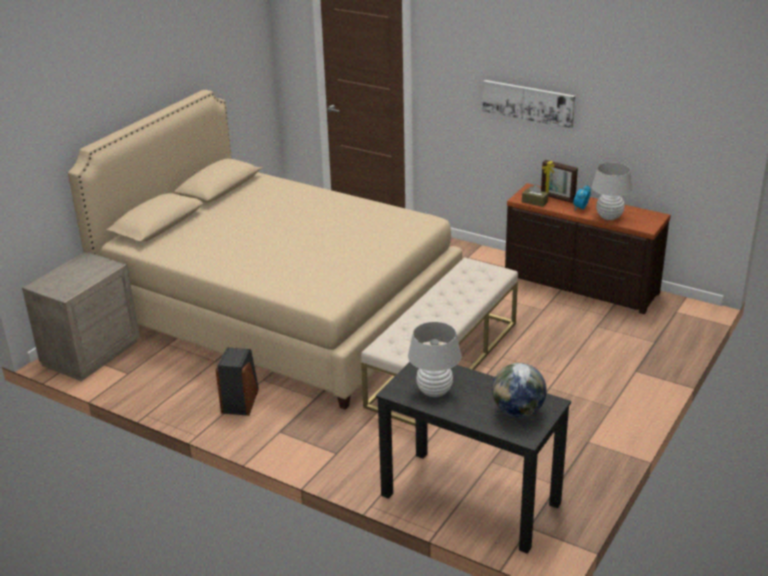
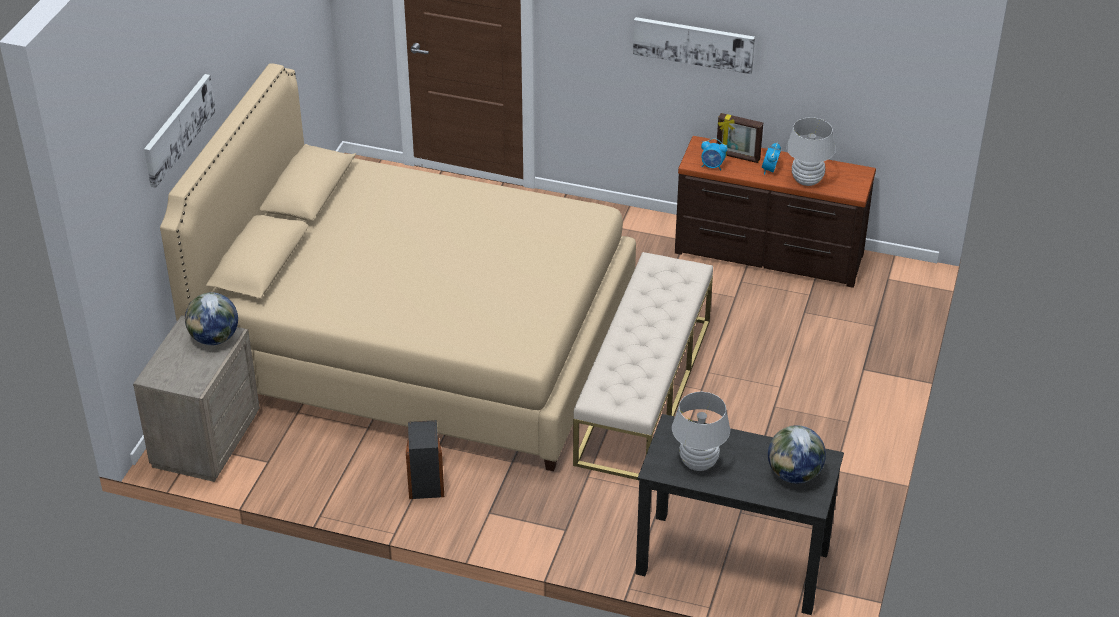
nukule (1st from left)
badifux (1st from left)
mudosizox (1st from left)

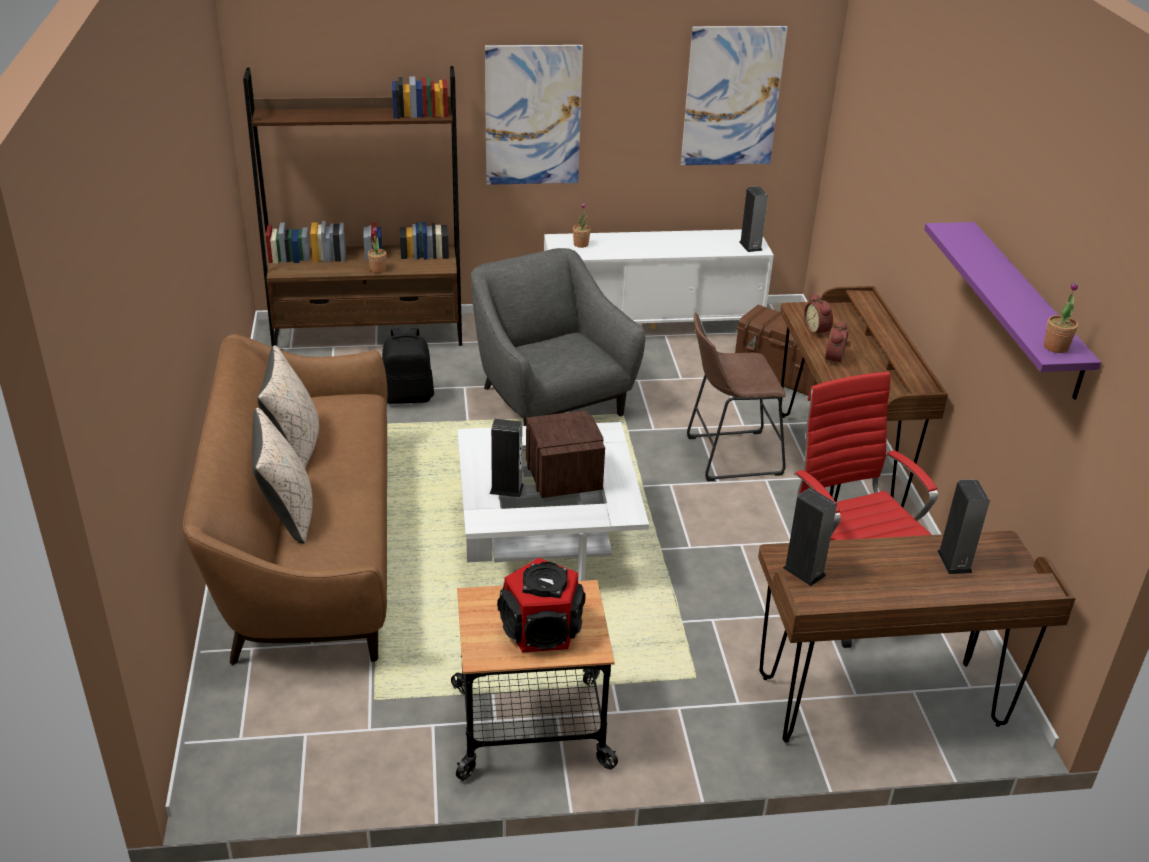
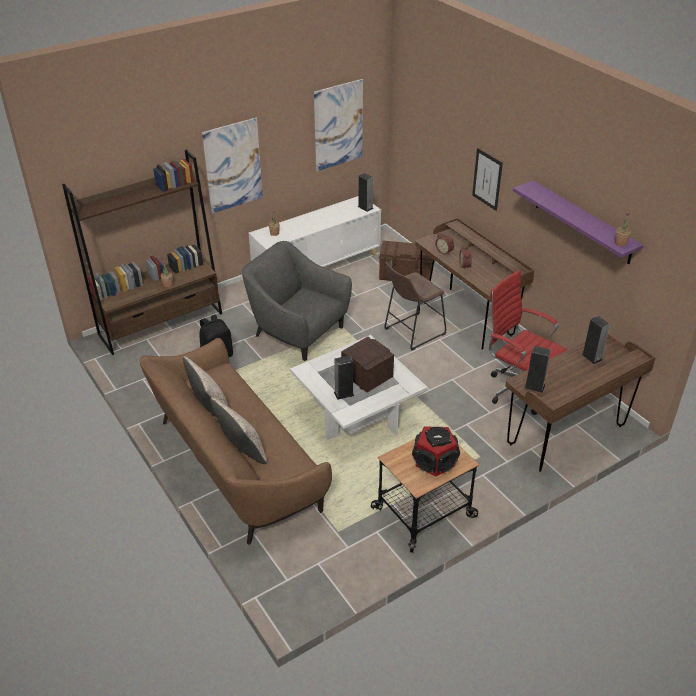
nukule (3rd from left)

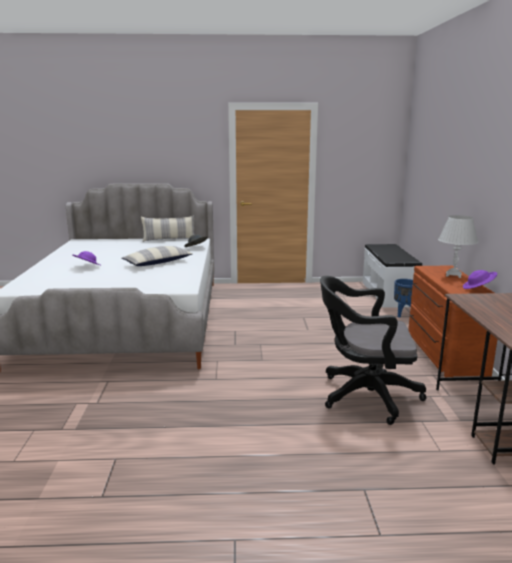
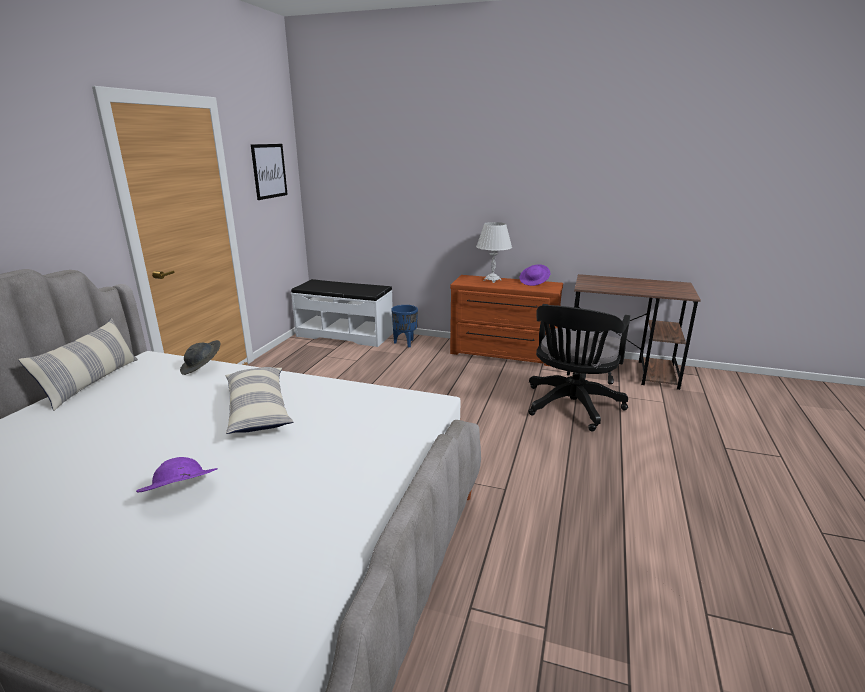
nukule

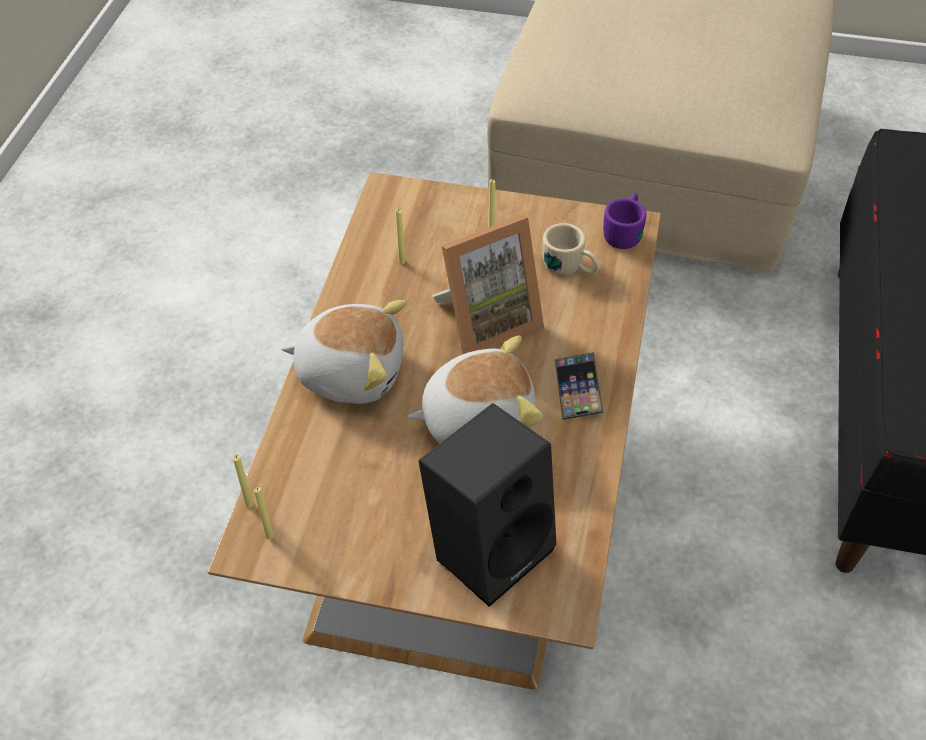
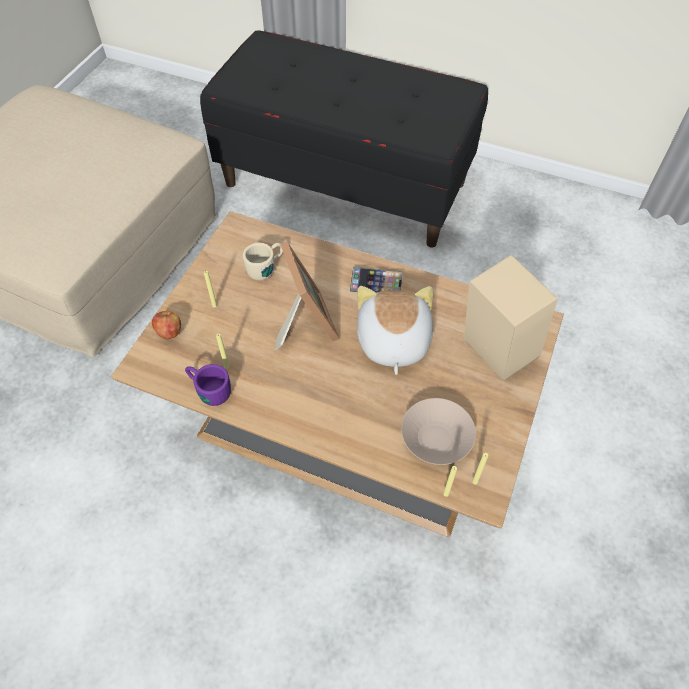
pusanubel (1st from left in the first image)
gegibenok
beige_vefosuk
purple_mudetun
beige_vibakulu

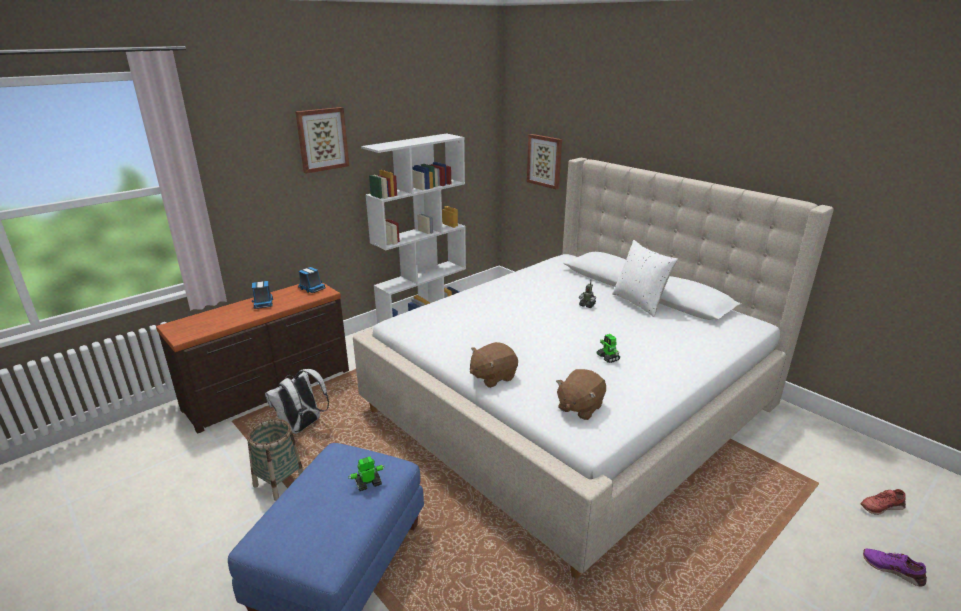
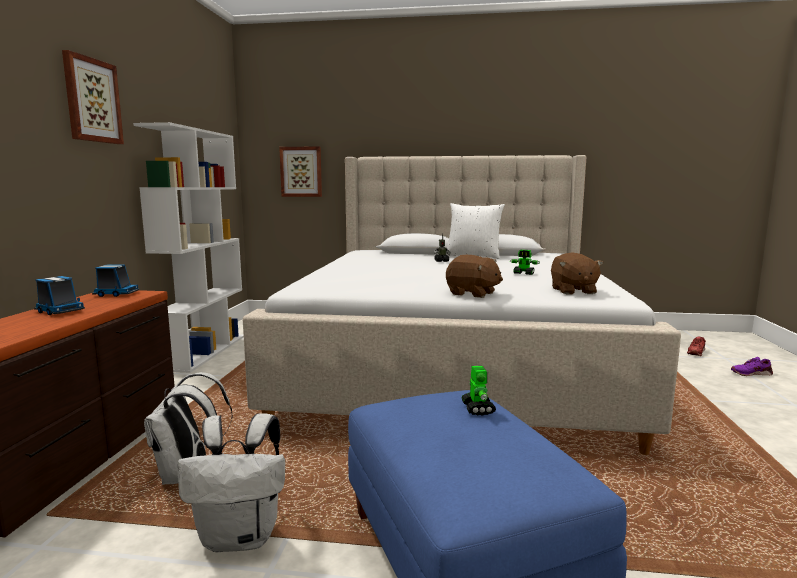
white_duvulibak (2nd from left)
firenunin (2nd from left)
brown_pusanubel (1st from left)

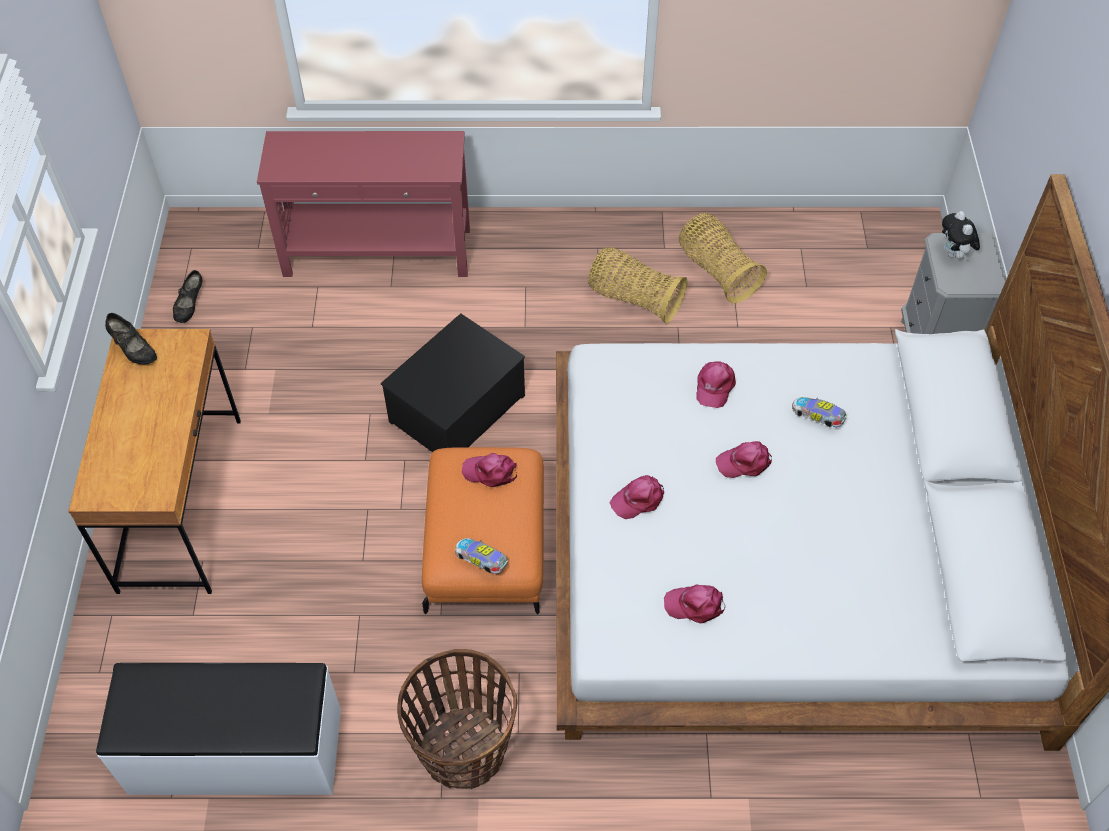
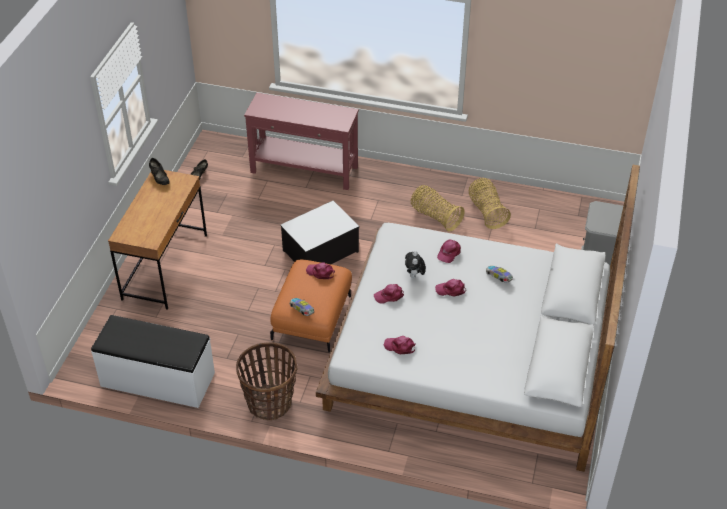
pusanubel

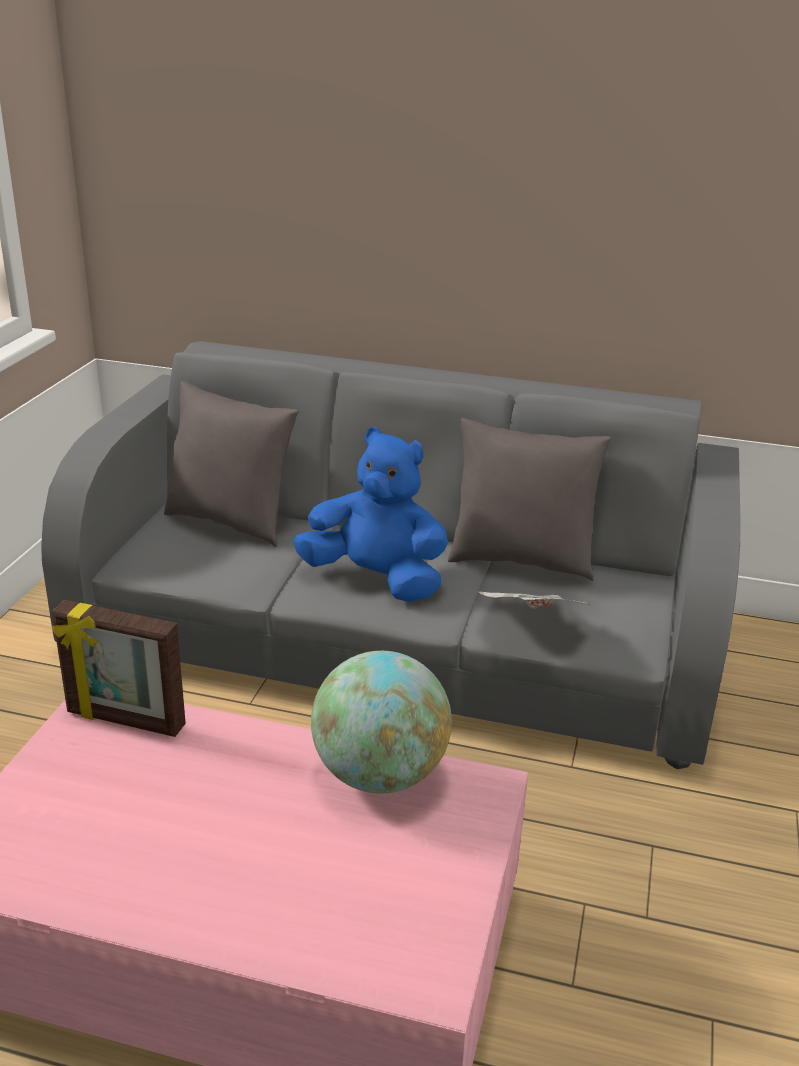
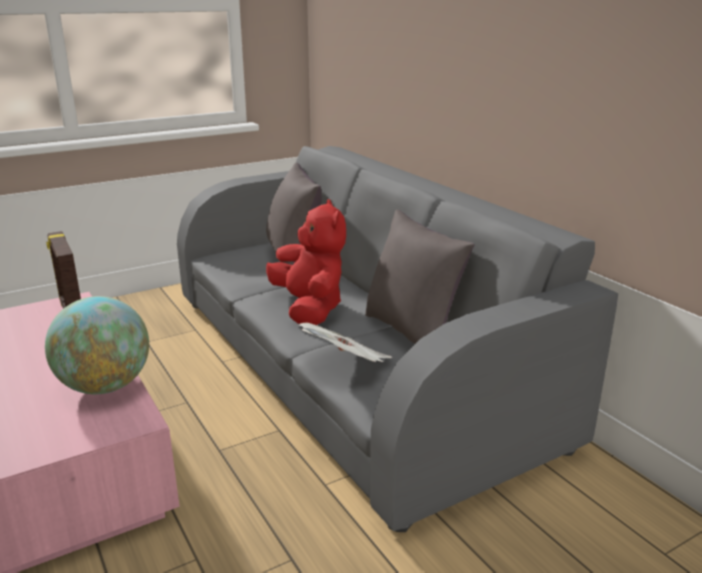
red_pusanubel

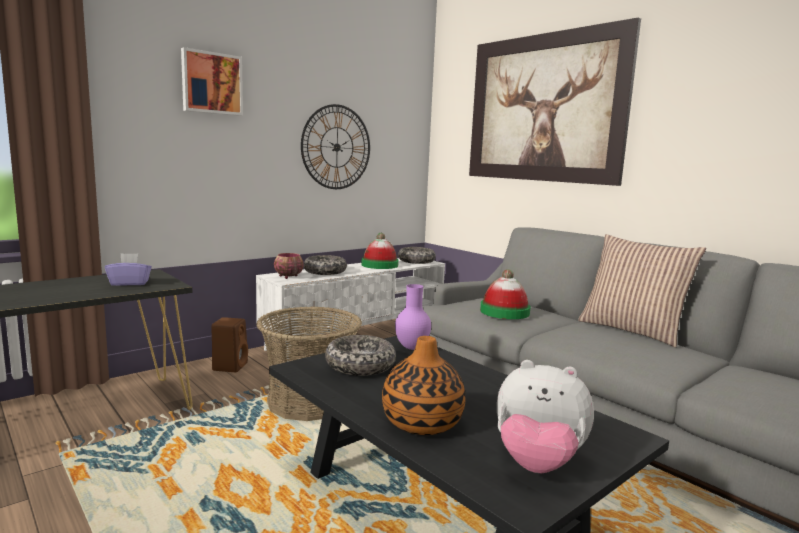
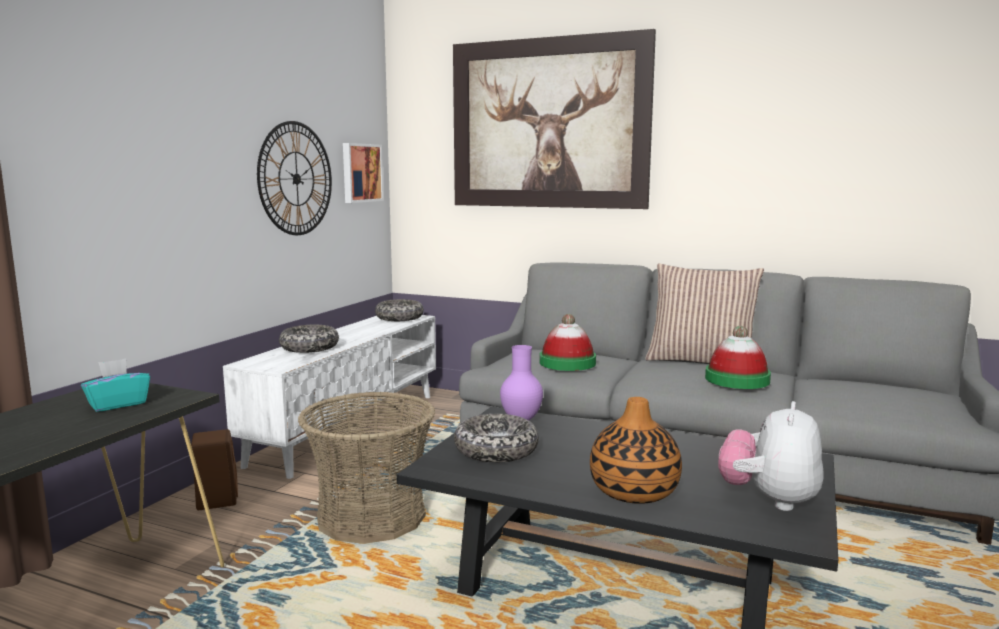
vefosuk (1st from left in the first image)
nukule (1st from left)
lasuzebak (2nd from left)
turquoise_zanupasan
pusanubel

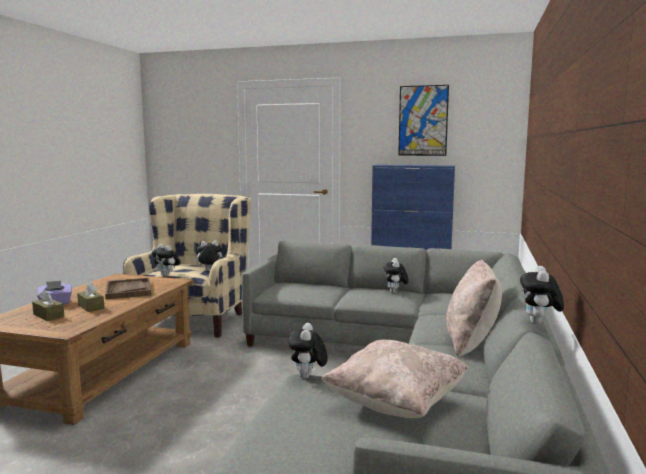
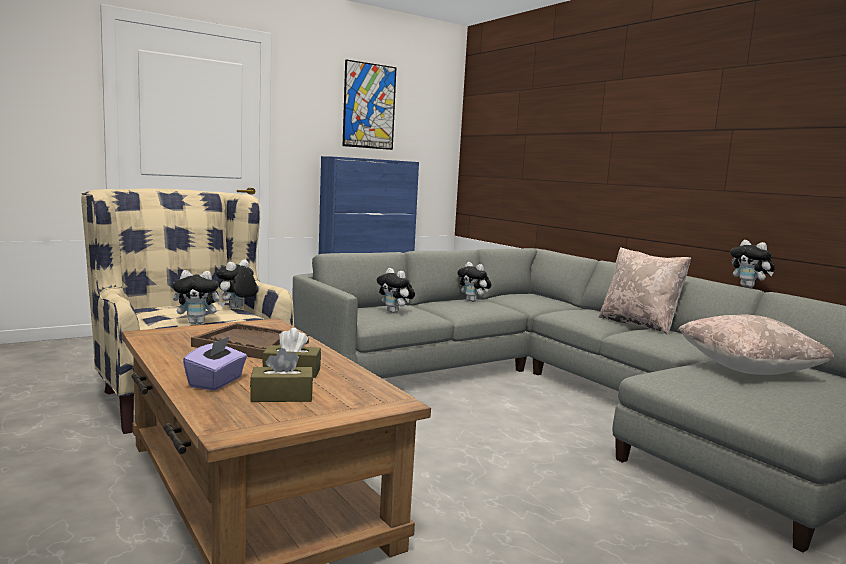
pusanubel (3rd from left)

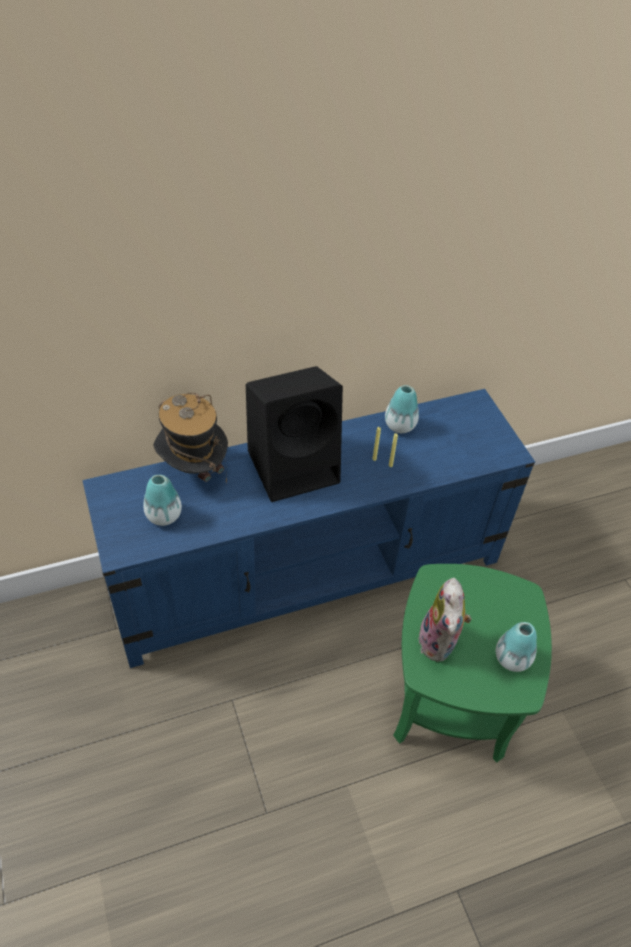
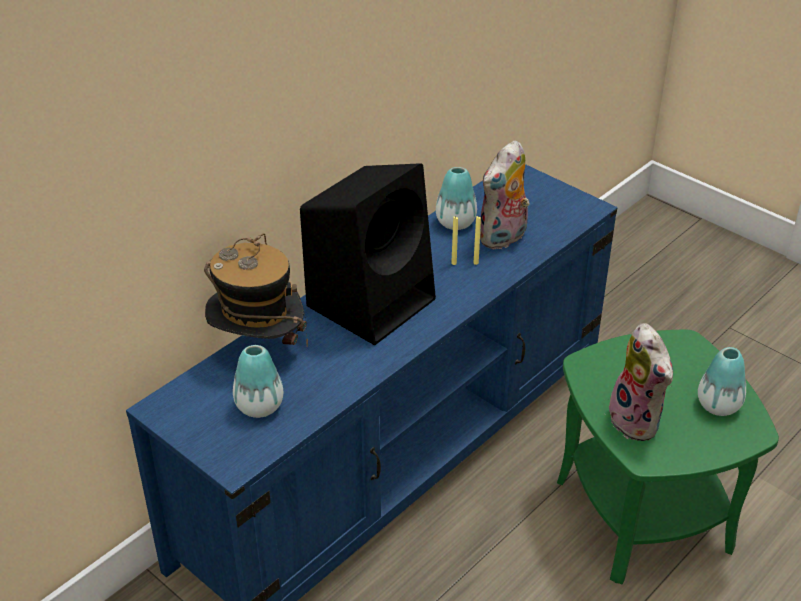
pusanubel (1st from left)

